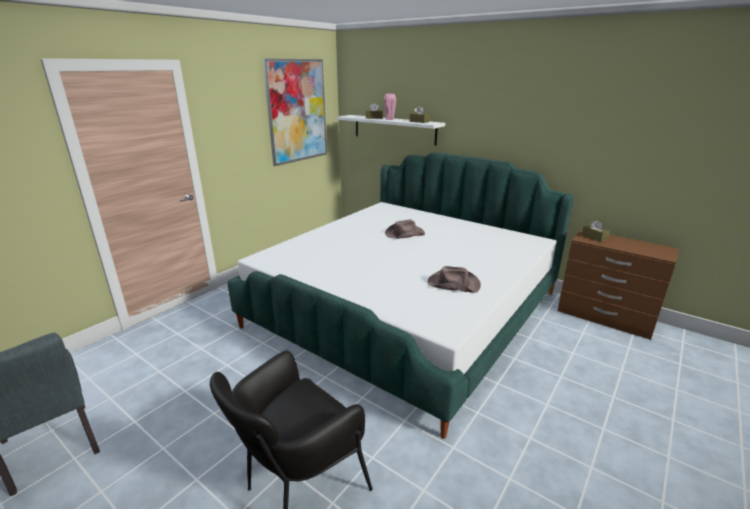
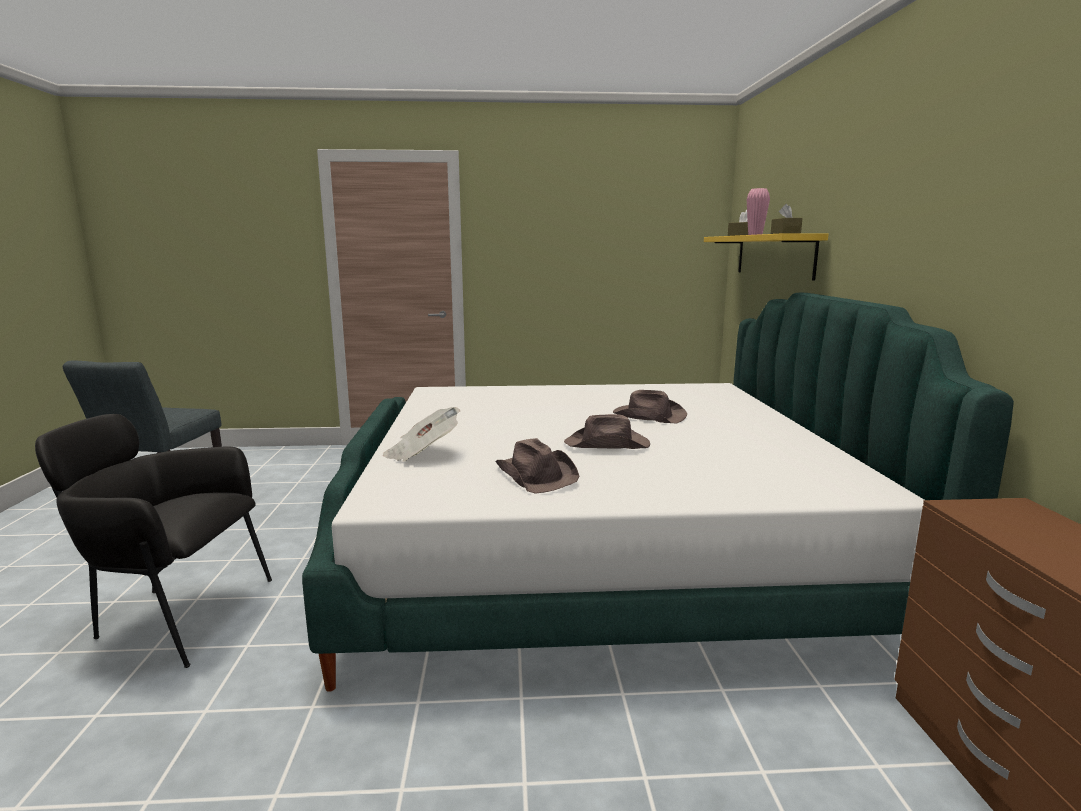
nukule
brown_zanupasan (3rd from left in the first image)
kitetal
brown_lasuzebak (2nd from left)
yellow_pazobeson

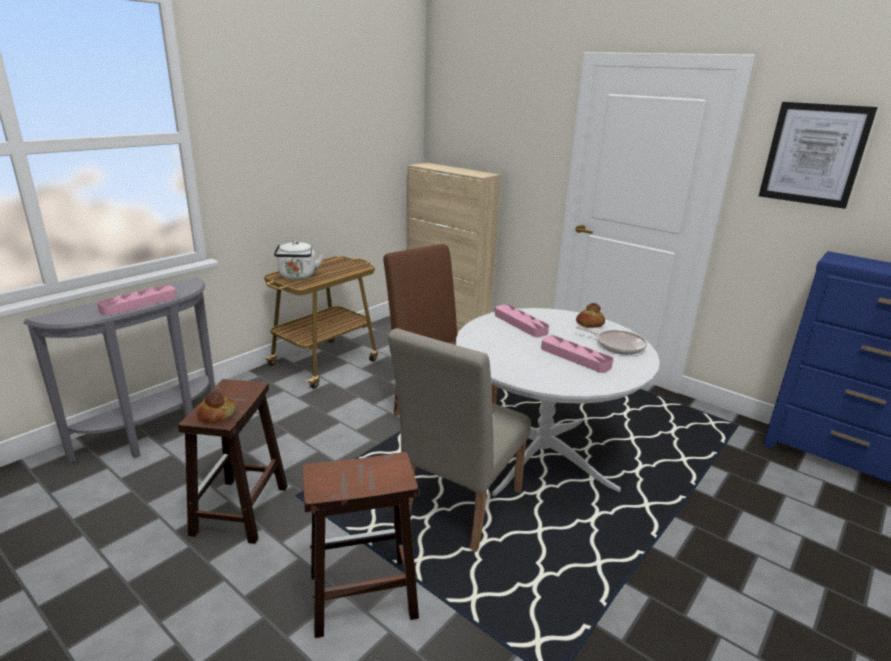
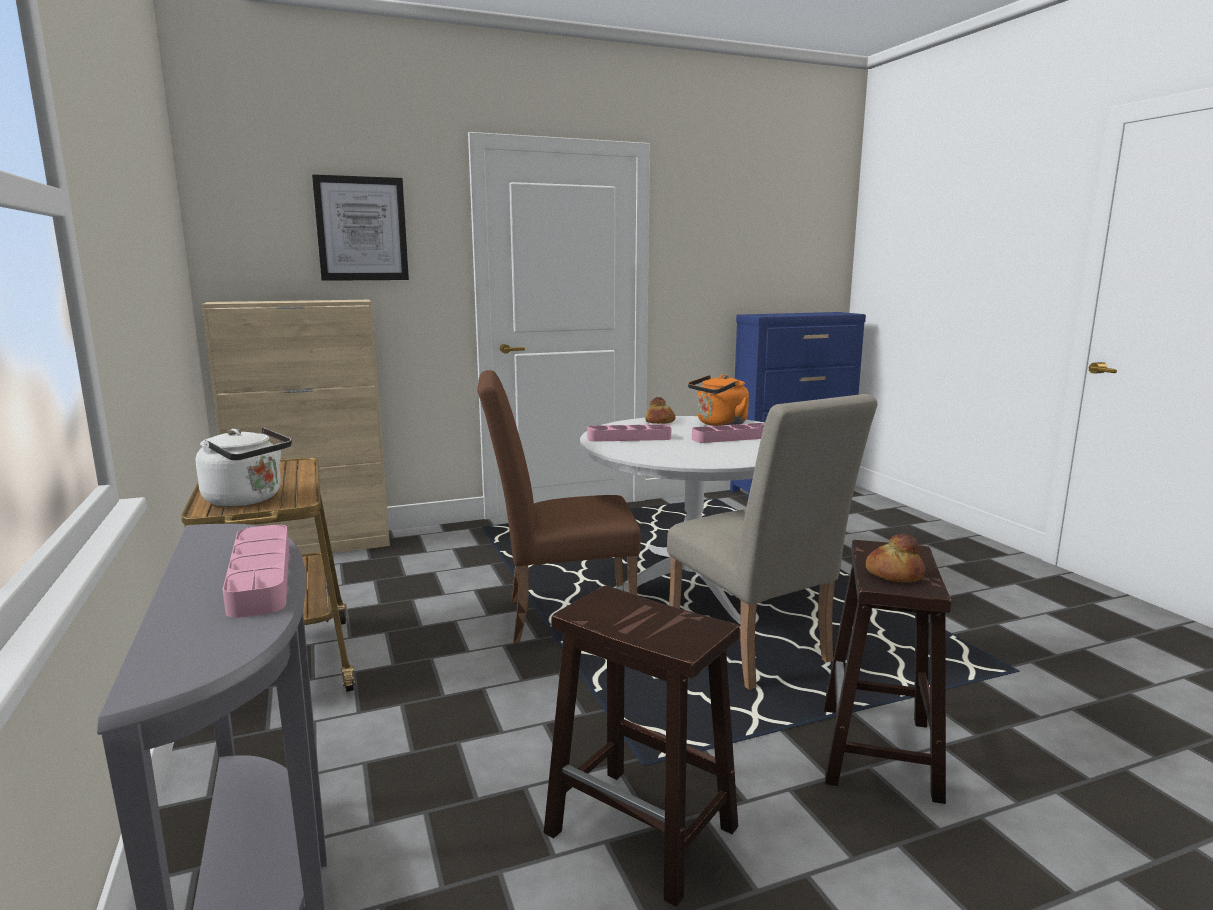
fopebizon (2nd from left)
nukule
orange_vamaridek

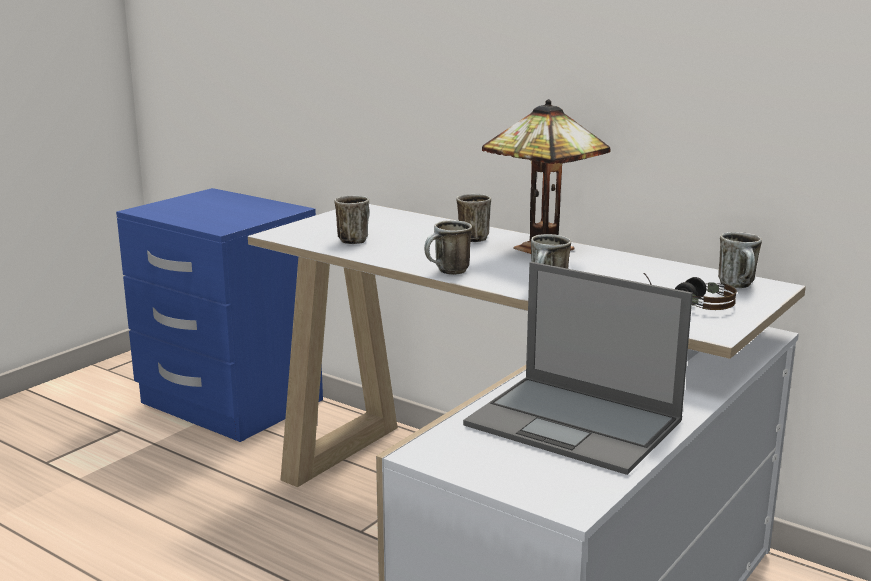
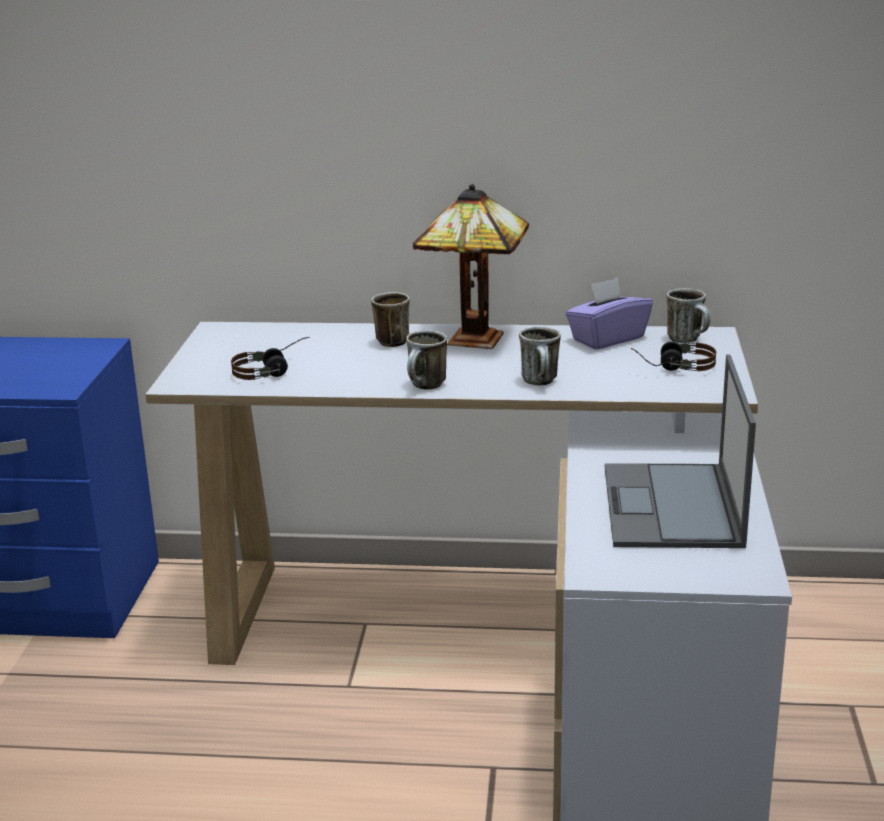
purple_zanupasan
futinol (1st from left)
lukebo

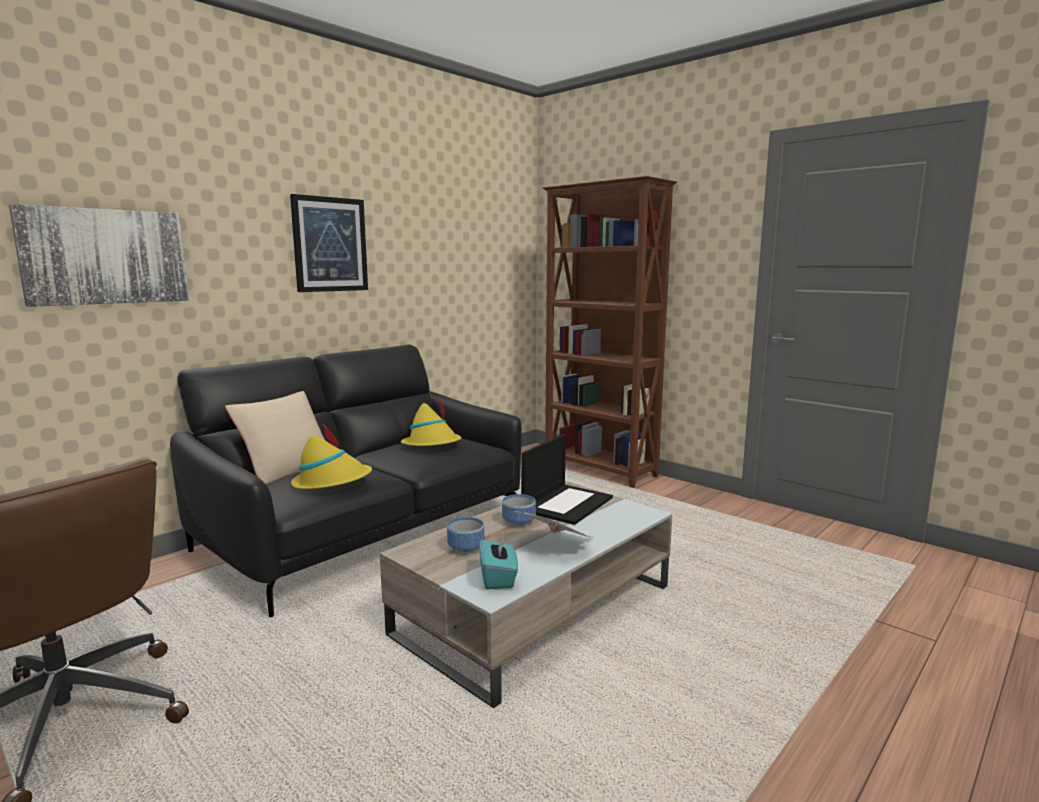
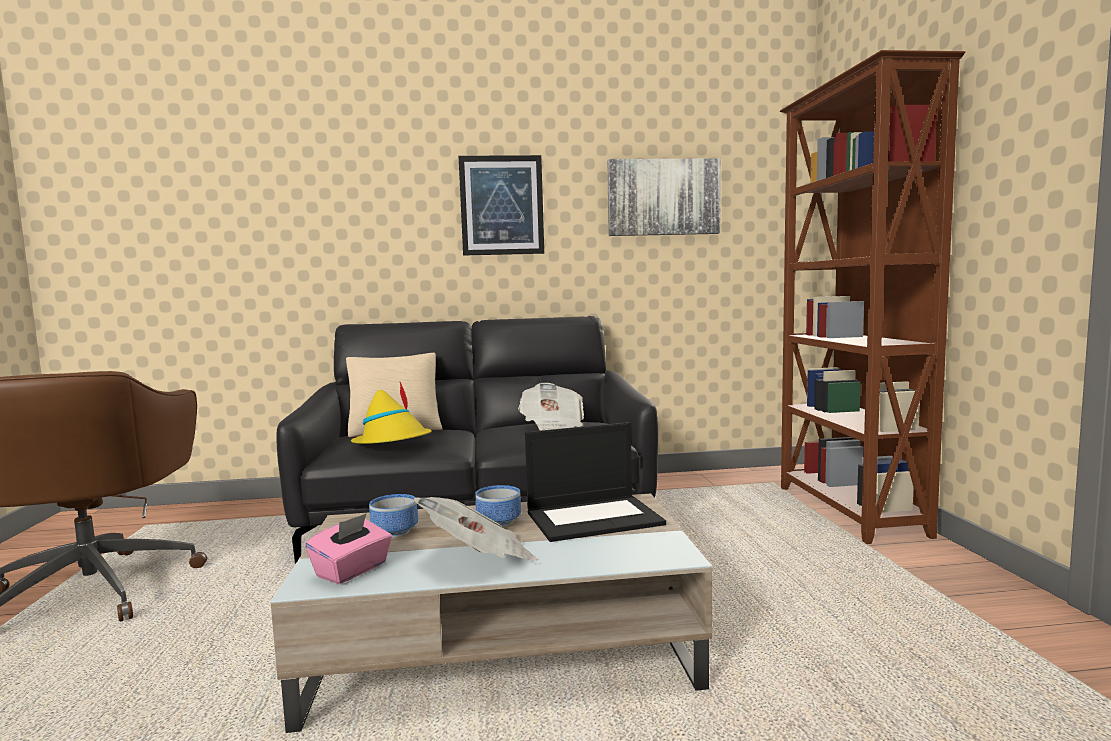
nukule (2nd from left)
kitetal (2nd from left)
pink_zanupasan

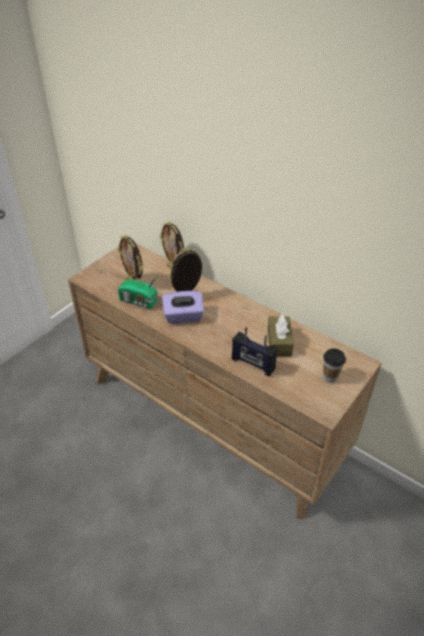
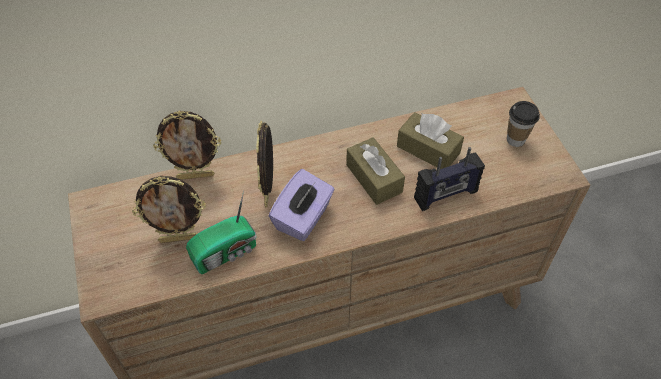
brown_zanupasan (1st from left)

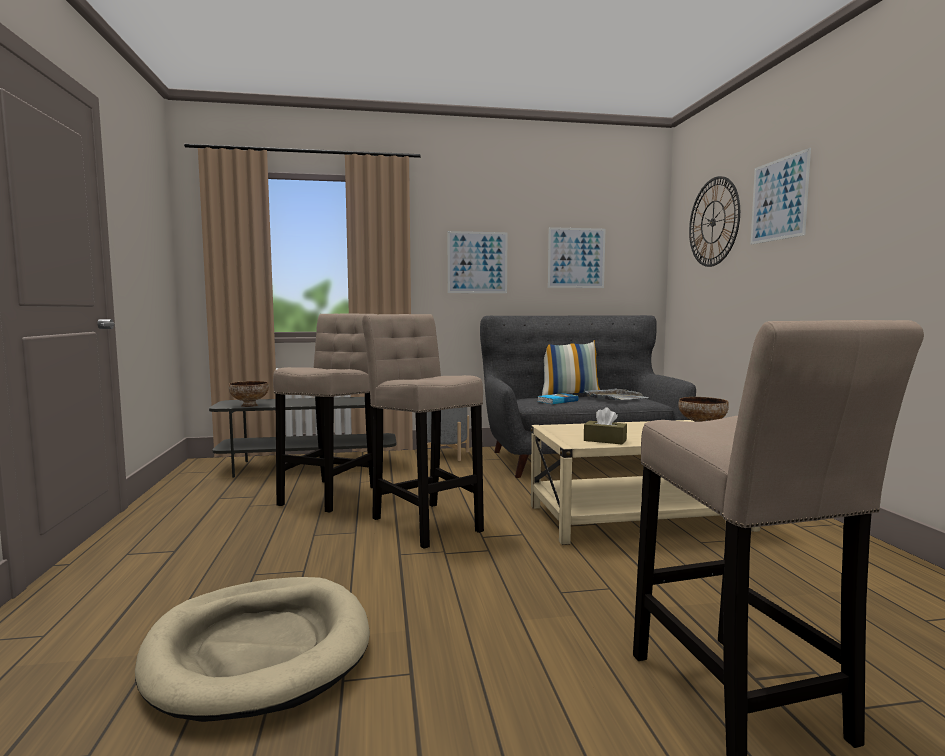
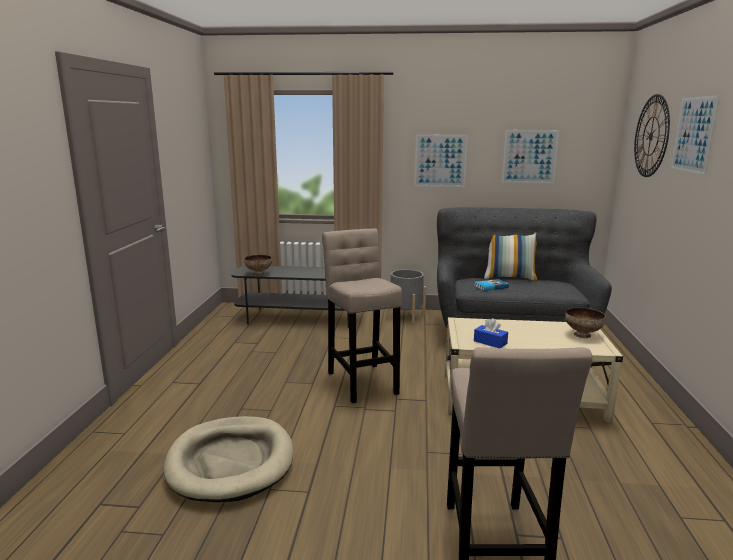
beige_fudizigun (1st from left in the first image)
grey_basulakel
blue_zanupasan

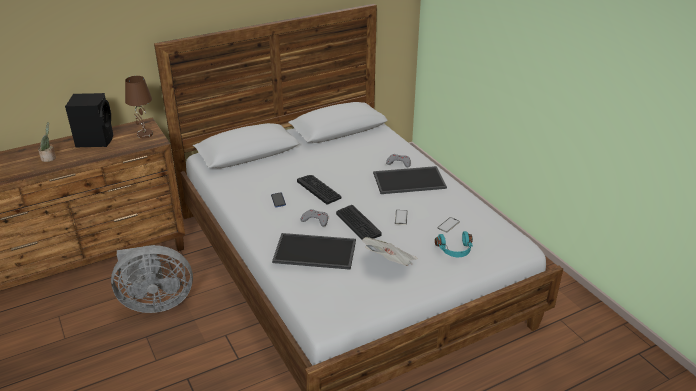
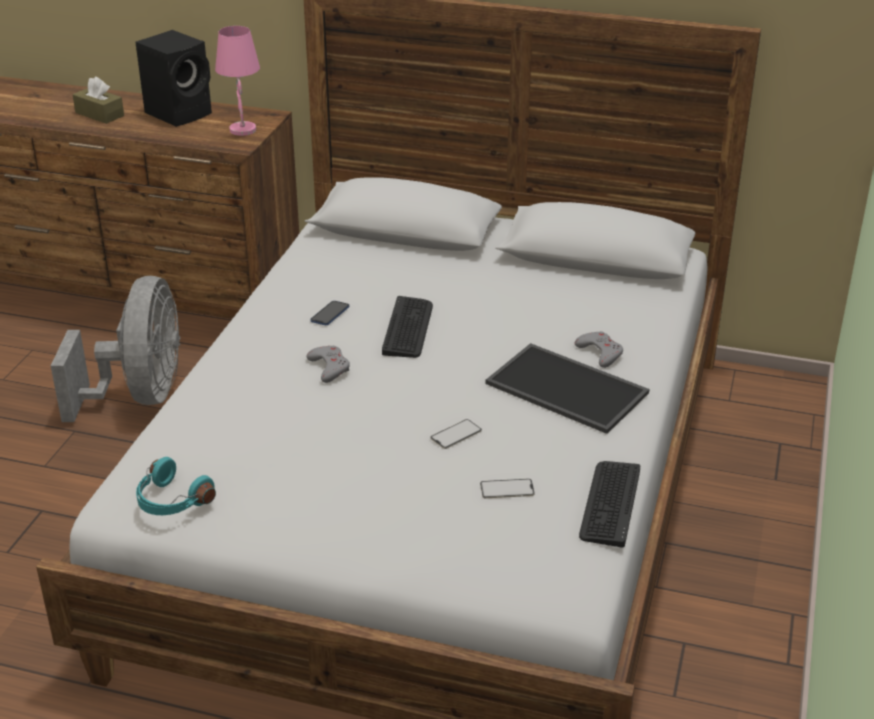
basulakel (1st from left in the first image)
kitetal
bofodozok (2nd from left)
turquoise_futinol
brown_zanupasan
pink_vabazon
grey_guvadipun

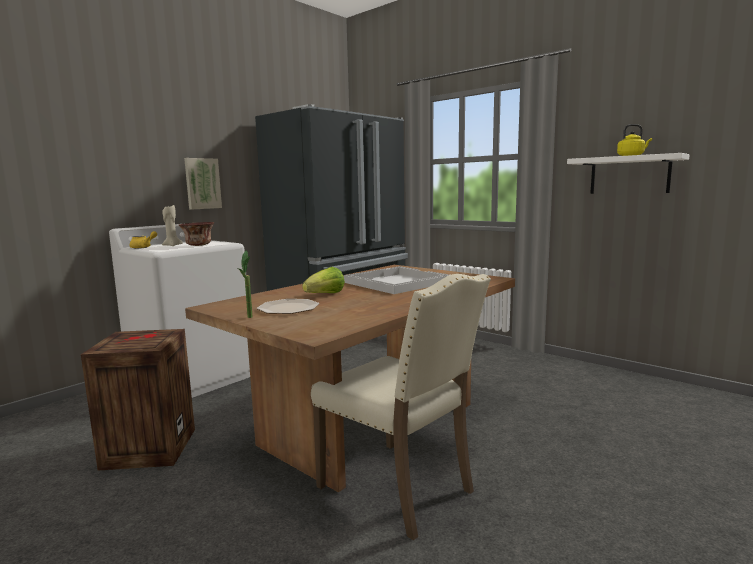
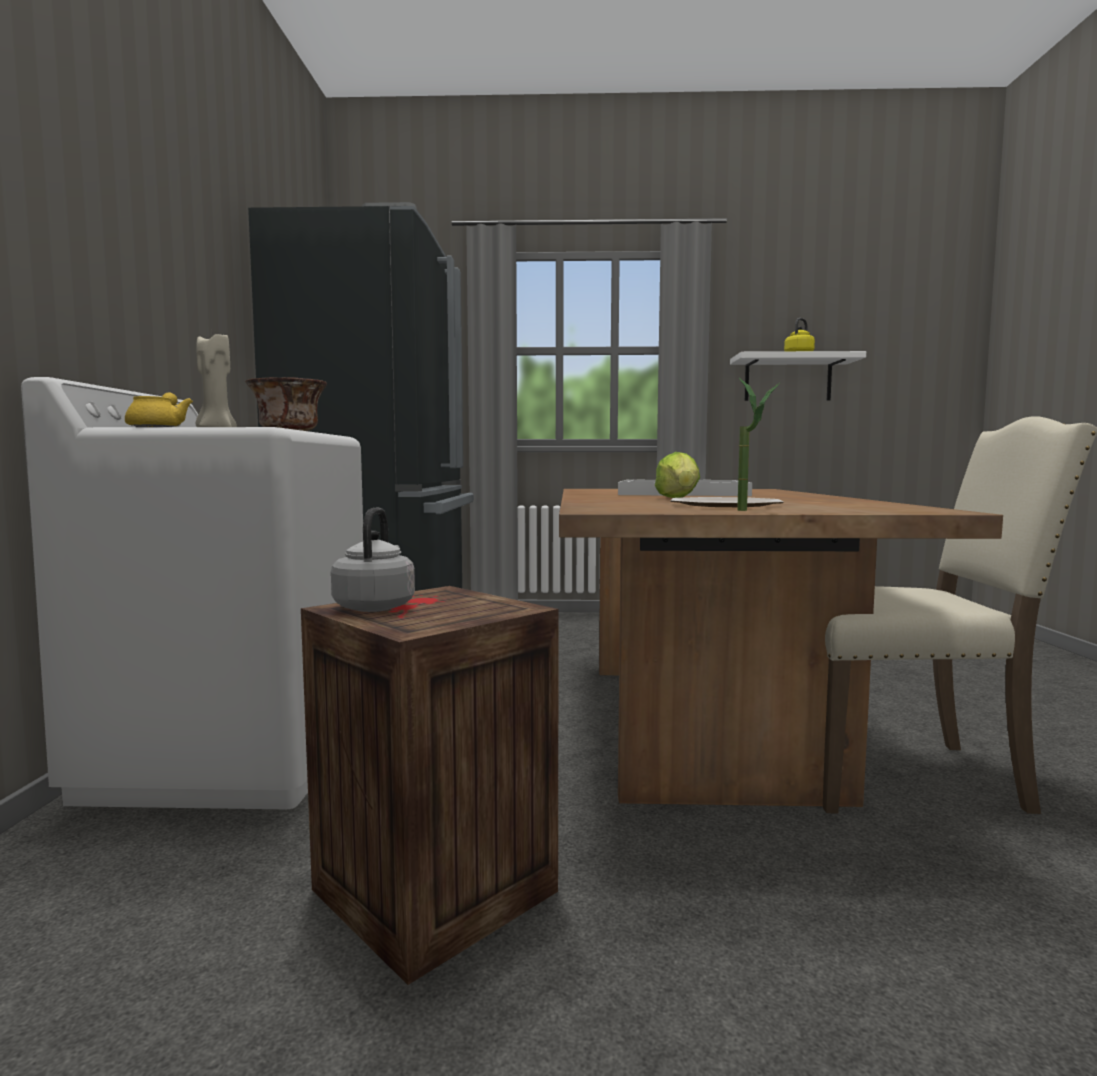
nukule
grey_vamaridek

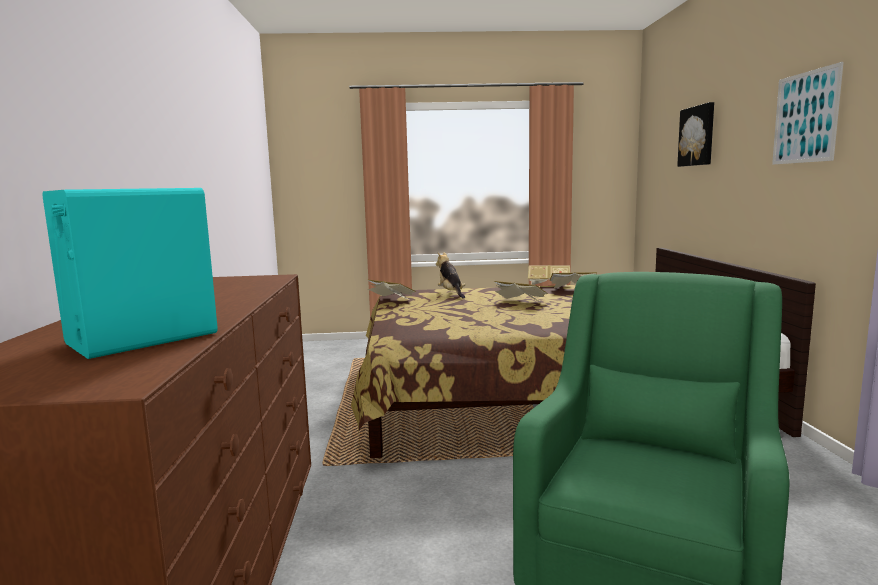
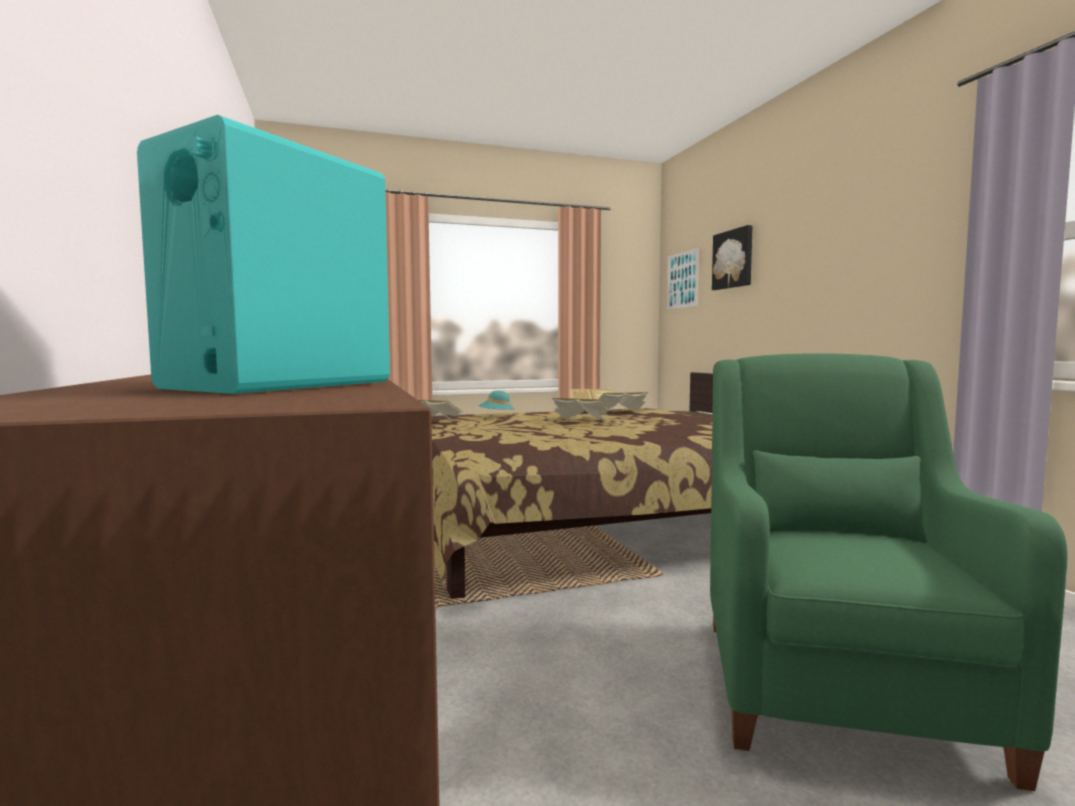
nukule (1st from left)
turquoise_lasuzebak

